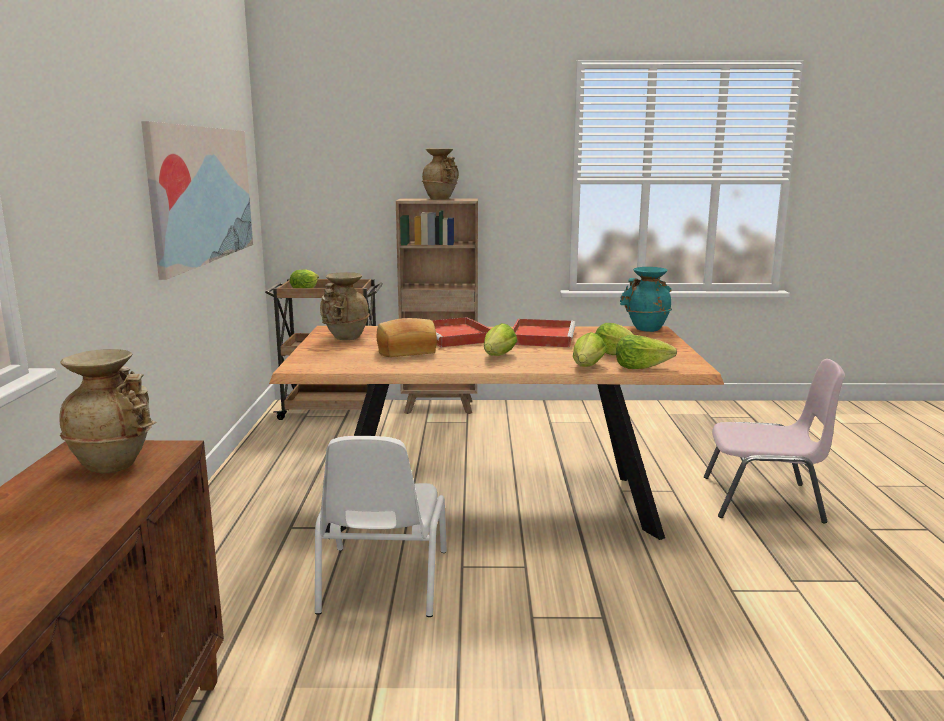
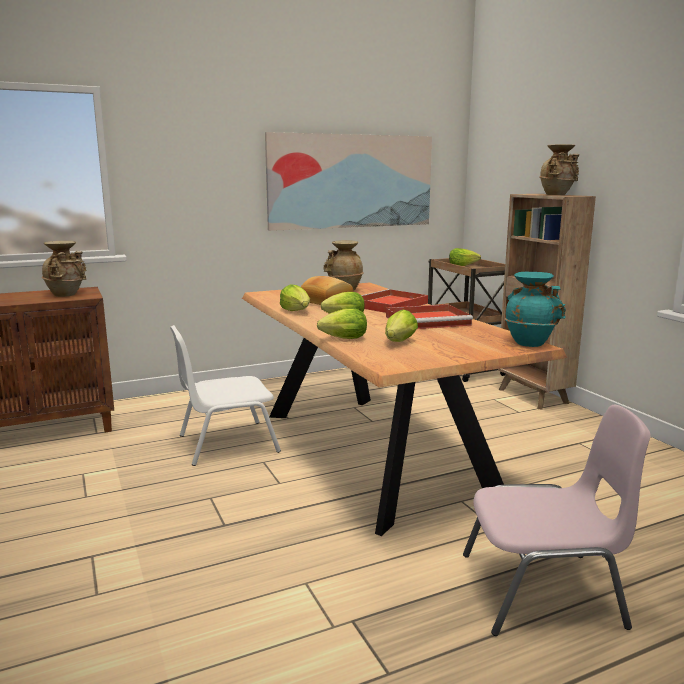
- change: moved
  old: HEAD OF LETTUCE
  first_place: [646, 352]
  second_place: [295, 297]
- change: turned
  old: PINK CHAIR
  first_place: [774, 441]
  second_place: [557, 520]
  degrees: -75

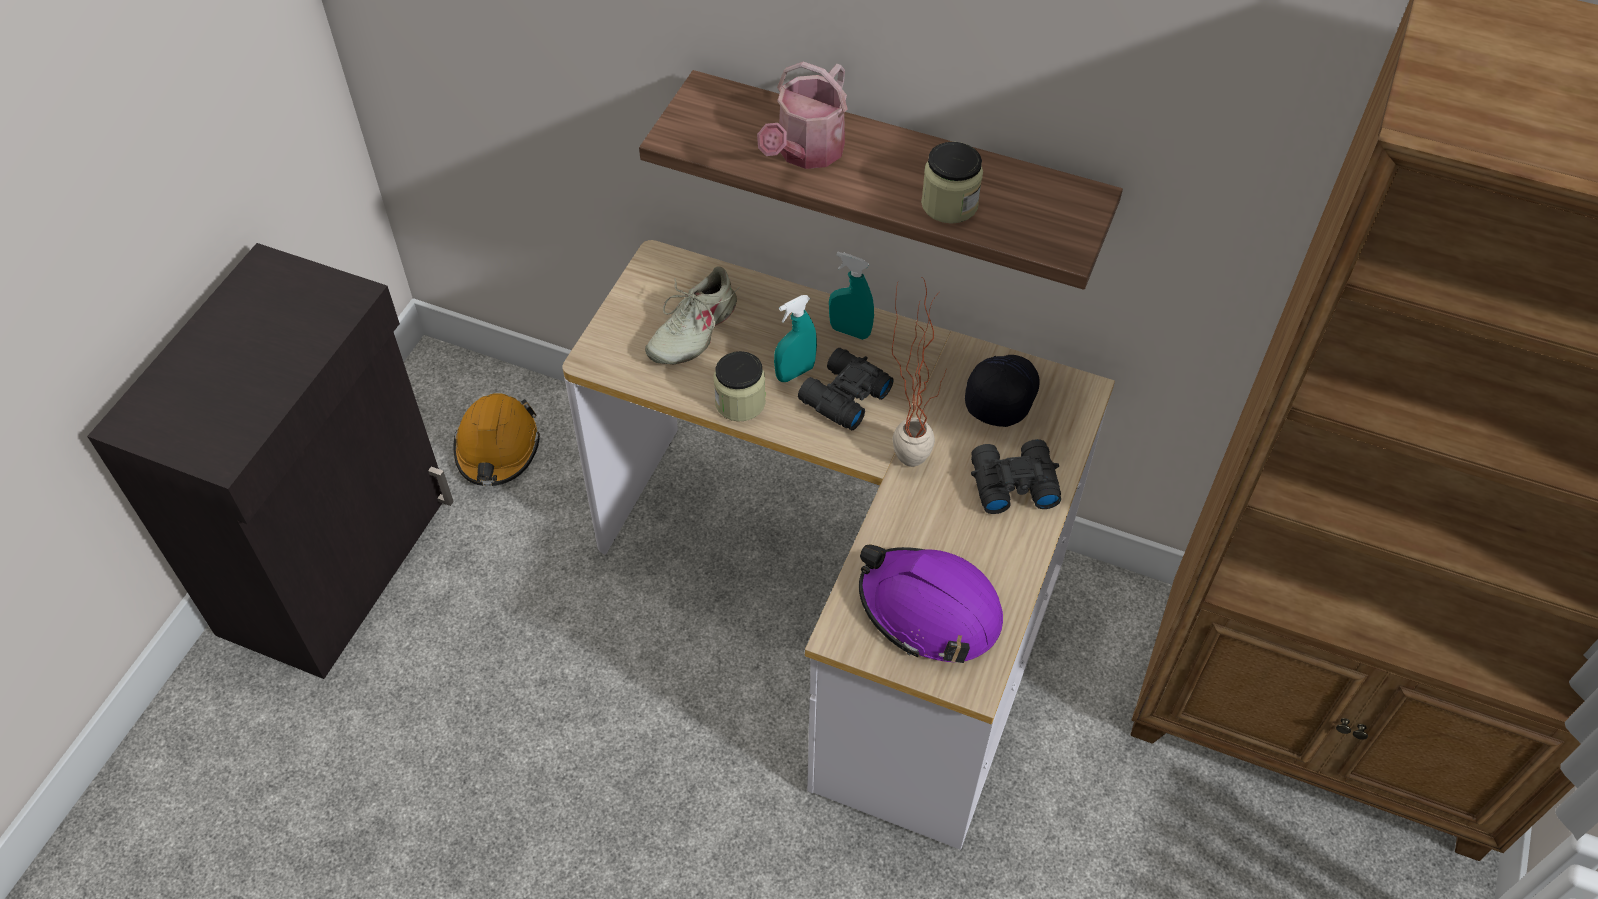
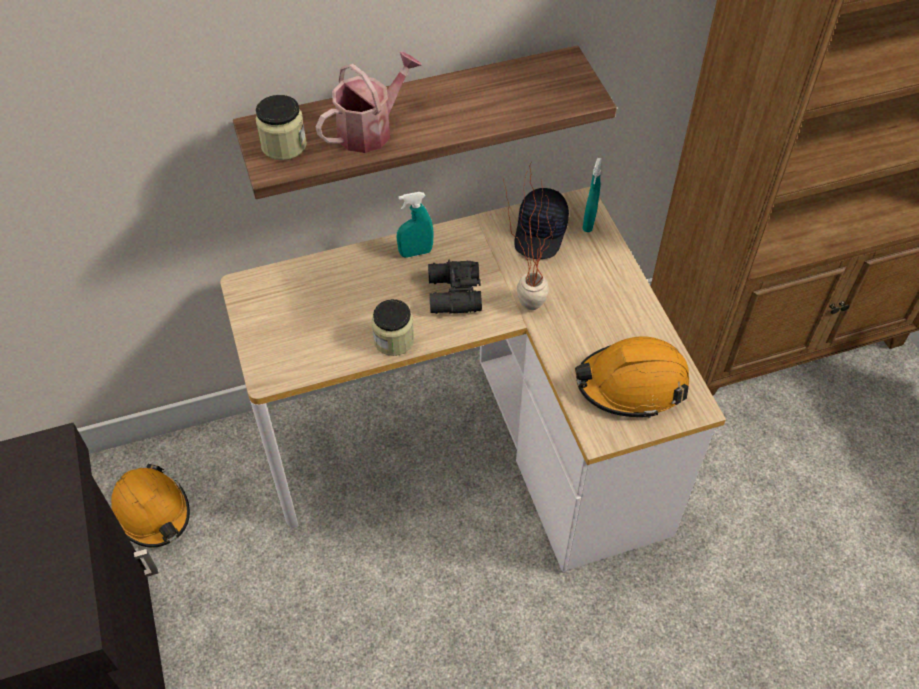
- change: removed
  old: SAND-COLOURED SHOE
  first_place: [692, 315]
- change: removed
  old: BLACK BINOCULARS
  first_place: [1016, 476]
- change: moved
  old: TURQUOISE SPRAYER
  first_place: [795, 338]
  second_place: [592, 195]
- change: moved
  old: PRESERVE JAR
  first_place: [952, 183]
  second_place: [281, 127]
- change: recoloured
  old: PURPLISH WORK HELMET
  new: ORANGEY WORK HELMET
  first_place: [931, 603]
  second_place: [632, 377]
- change: turned
  old: WATERING CAN
  first_place: [802, 115]
  second_place: [369, 102]
  degrees: -120
- change: turned
  old: BLACK BASEBALL CAP
  first_place: [1002, 391]
  second_place: [542, 223]
  degrees: -150

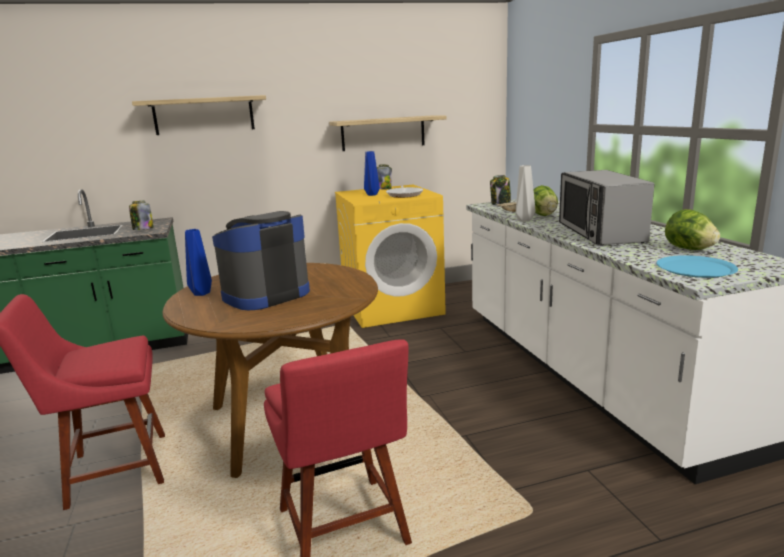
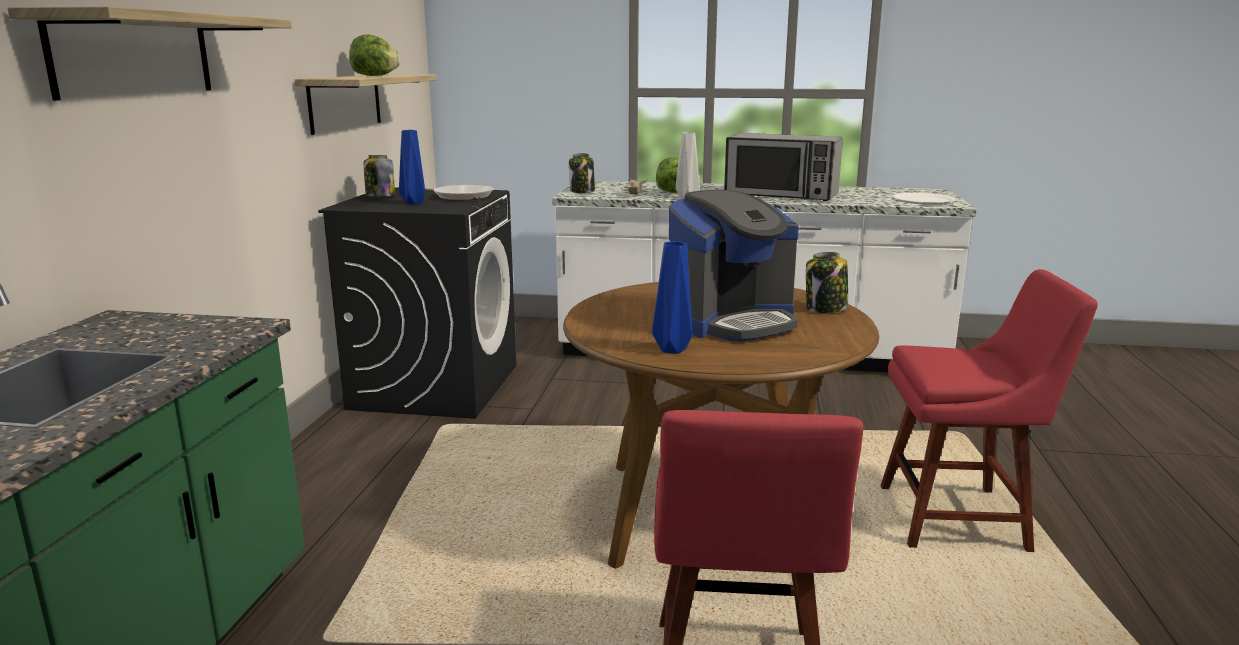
- change: moved
  old: PRESERVE JAR
  first_place: [141, 215]
  second_place: [827, 282]
- change: moved
  old: HEAD OF LETTUCE
  first_place: [692, 229]
  second_place: [375, 55]
- change: recoloured
  old: YELLOWISH LAUNDRY APPLIANCE
  new: BLACK LAUNDRY APPLIANCE
  first_place: [390, 256]
  second_place: [417, 303]
- change: recoloured
  old: BLUE-COLOURED PLATE
  new: WHITE PLATE
  first_place: [697, 266]
  second_place: [924, 199]
- change: turned
  old: COFFEE MACHINE
  first_place: [261, 260]
  second_place: [734, 266]
  degrees: -105

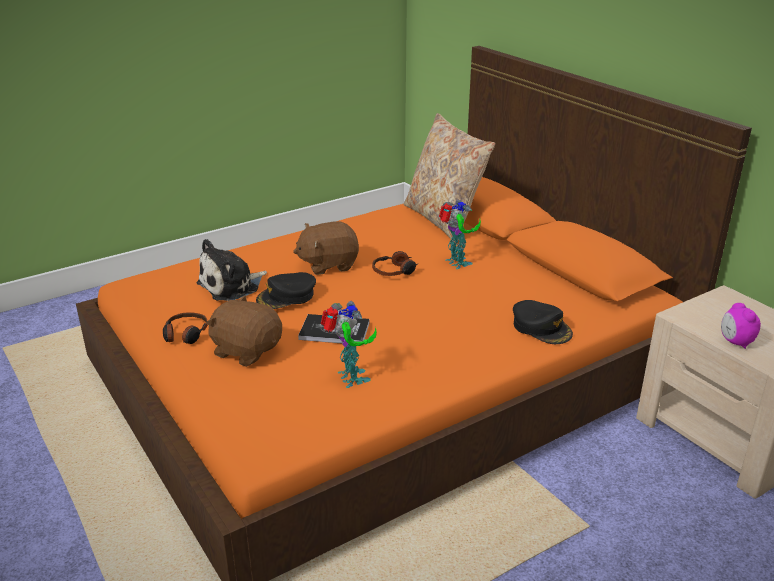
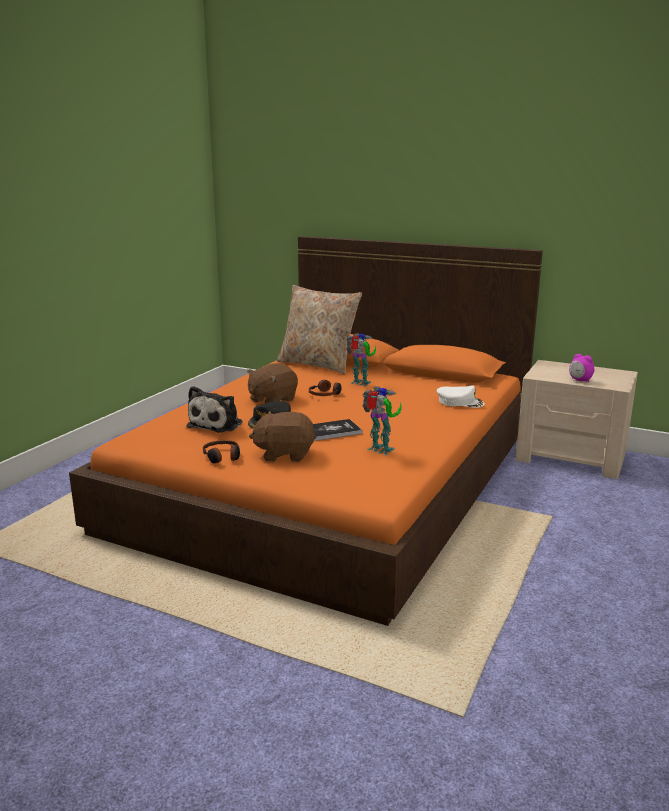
- change: recoloured
  old: BLACK BASEBALL CAP
  new: WHITE BASEBALL CAP
  first_place: [543, 322]
  second_place: [461, 396]

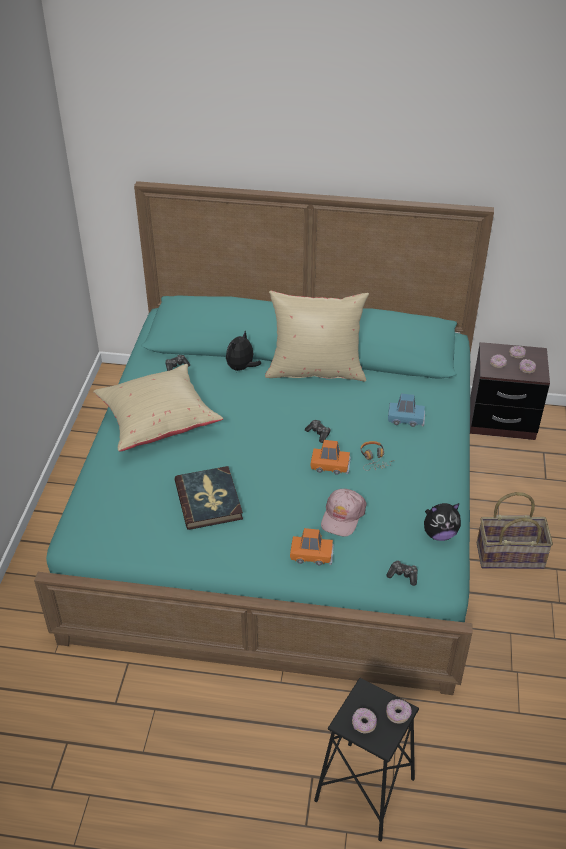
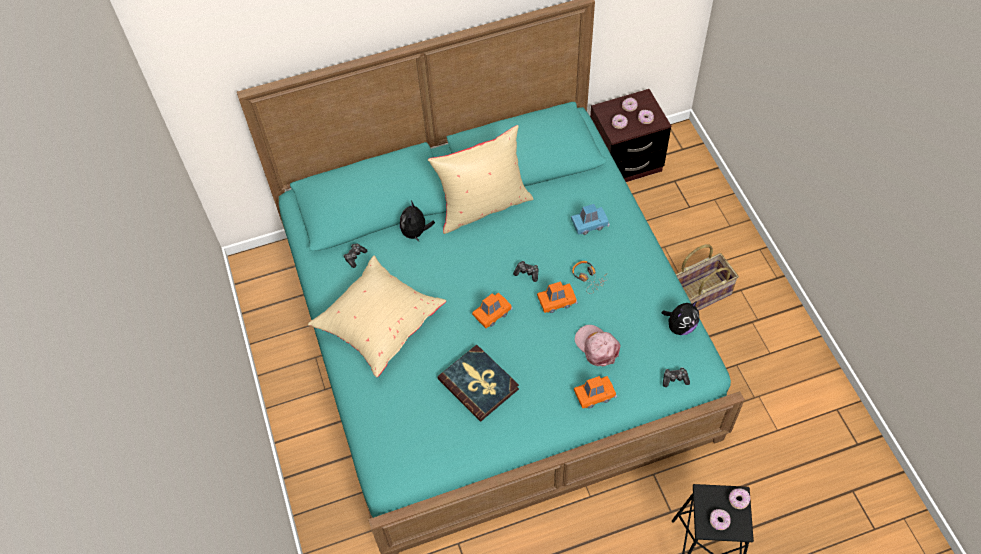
- change: added
  new: ORANGEY TOY CAR
  second_place: [492, 310]
- change: turned
  old: PINK BASEBALL CAP
  first_place: [344, 512]
  second_place: [597, 345]
  degrees: 150

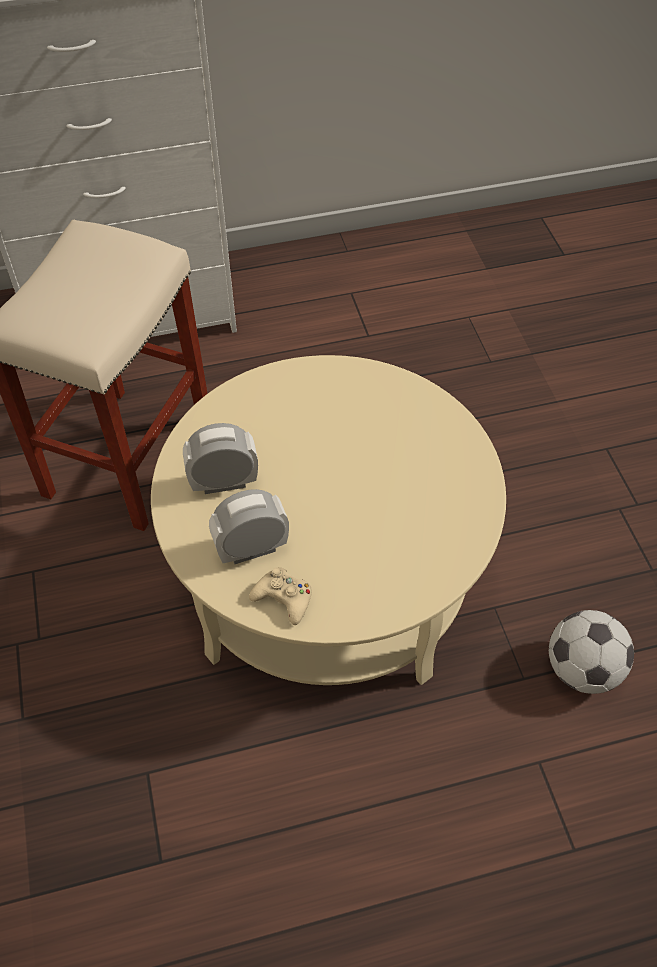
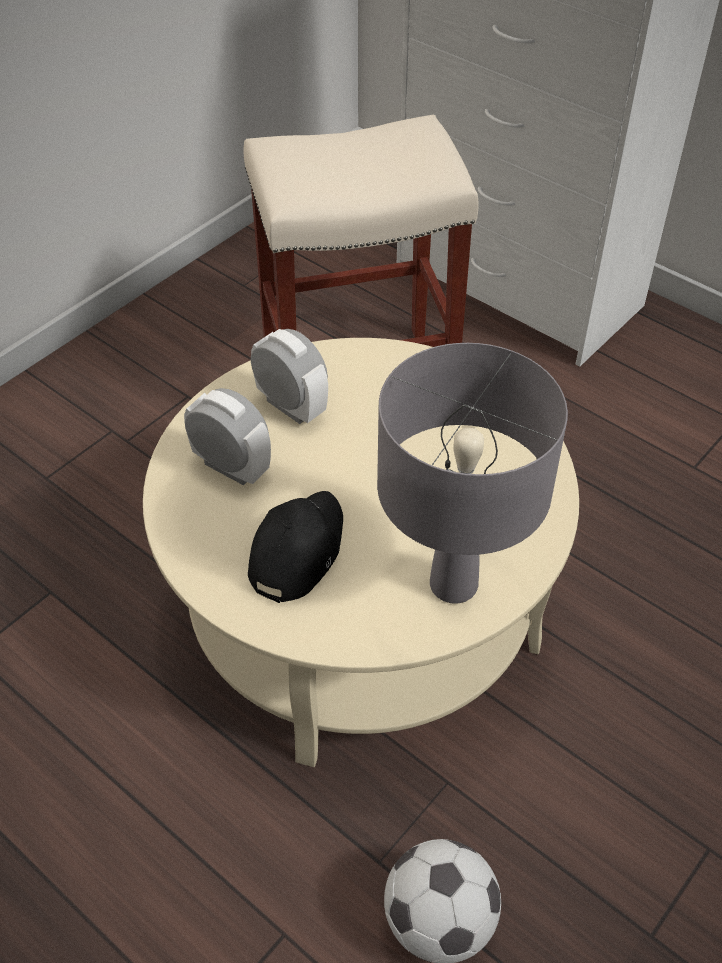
- change: removed
  old: SAND-COLOURED GAME CONTROLLER
  first_place: [280, 596]
- change: added
  new: BLACK BASEBALL CAP
  second_place: [295, 547]
- change: added
  new: GRAY TABLETOP LAMP
  second_place: [472, 473]

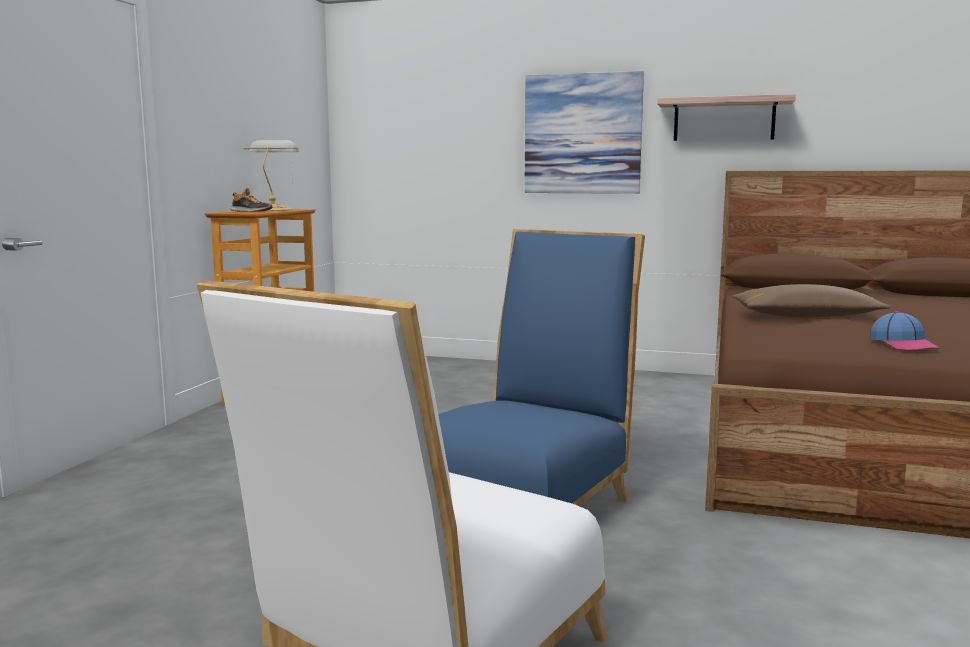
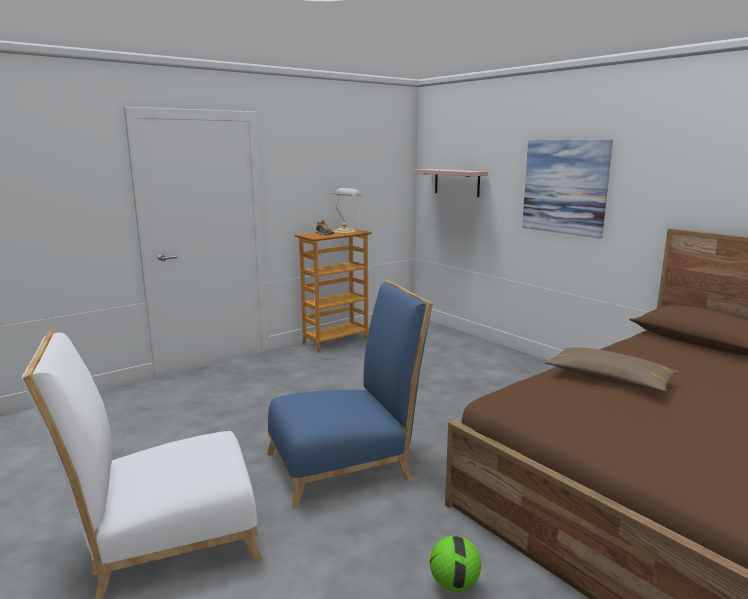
- change: removed
  old: BASEBALL CAP
  first_place: [905, 330]
- change: added
  new: BALL FOR FOOTBALL
  second_place: [455, 564]
- change: moved
  old: WALL SHELF
  first_place: [726, 117]
  second_place: [451, 183]

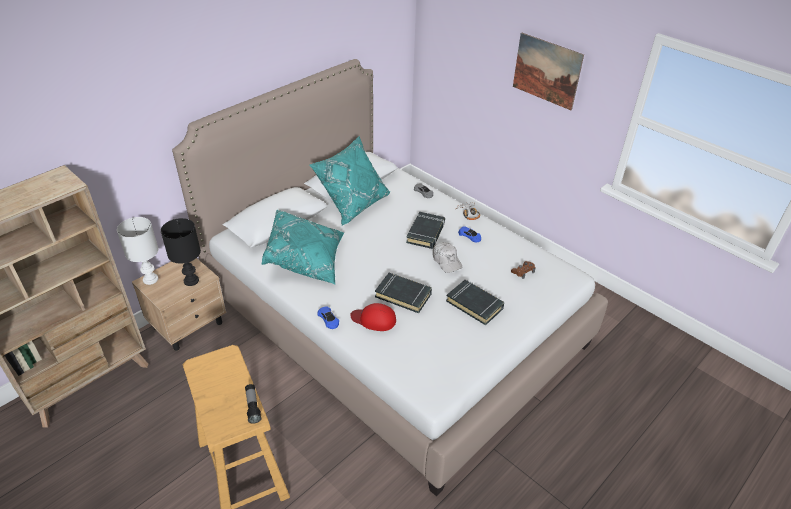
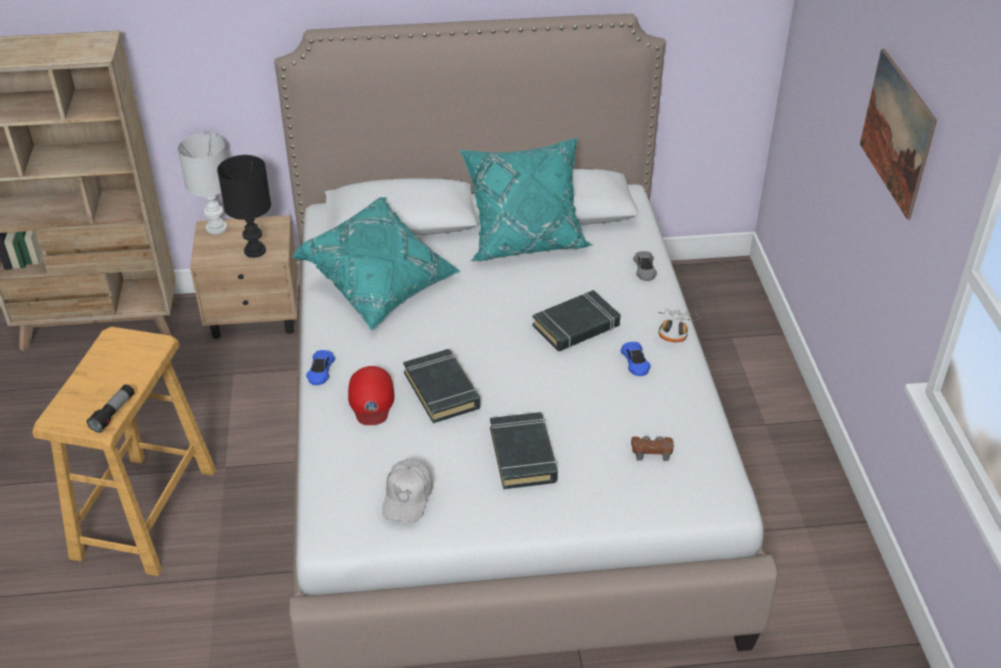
- change: moved
  old: WHITE BASEBALL CAP
  first_place: [447, 257]
  second_place: [407, 490]
- change: turned
  old: RED BASEBALL CAP
  first_place: [373, 317]
  second_place: [371, 395]
  degrees: -150

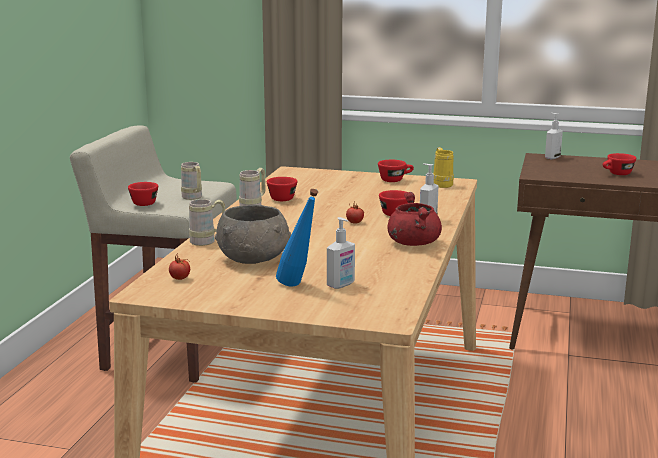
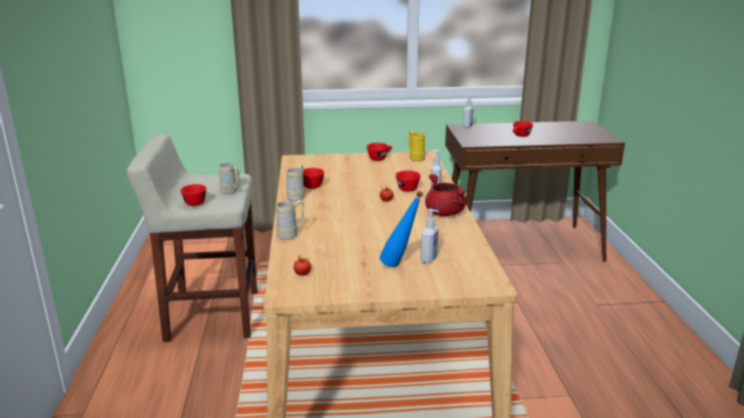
- change: removed
  old: GRAY BOWL
  first_place: [253, 234]

